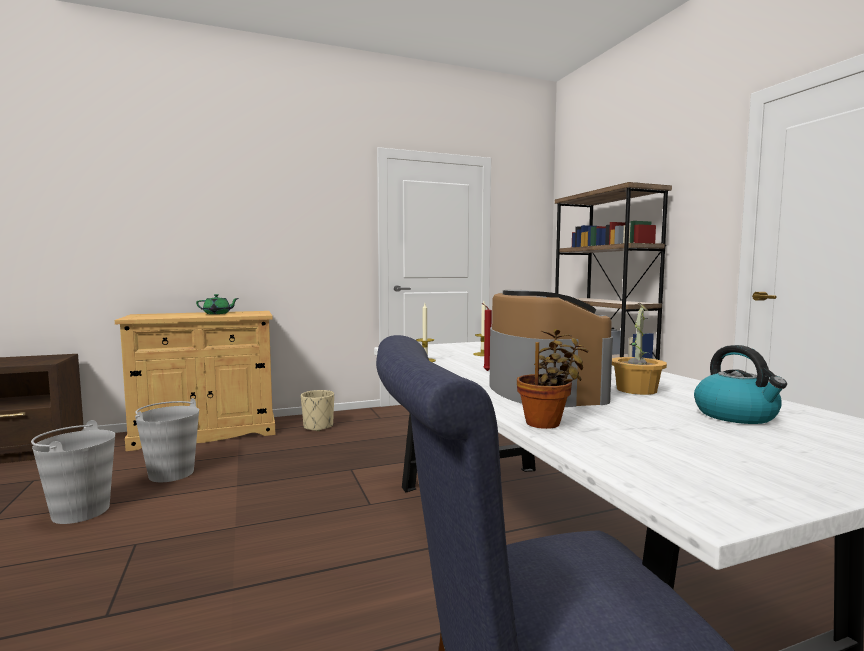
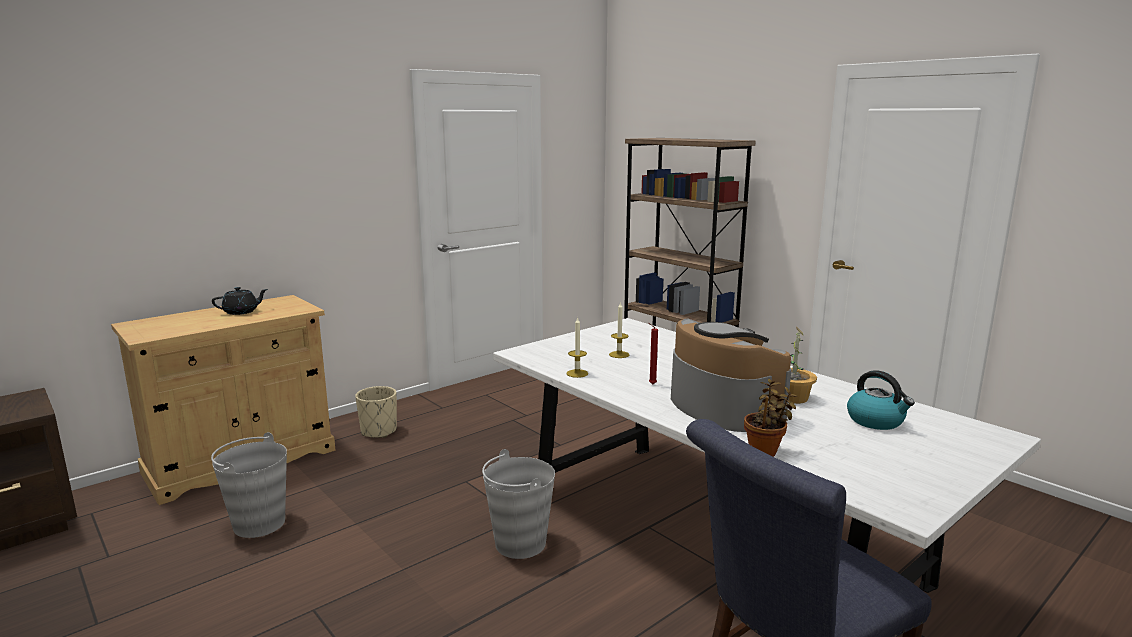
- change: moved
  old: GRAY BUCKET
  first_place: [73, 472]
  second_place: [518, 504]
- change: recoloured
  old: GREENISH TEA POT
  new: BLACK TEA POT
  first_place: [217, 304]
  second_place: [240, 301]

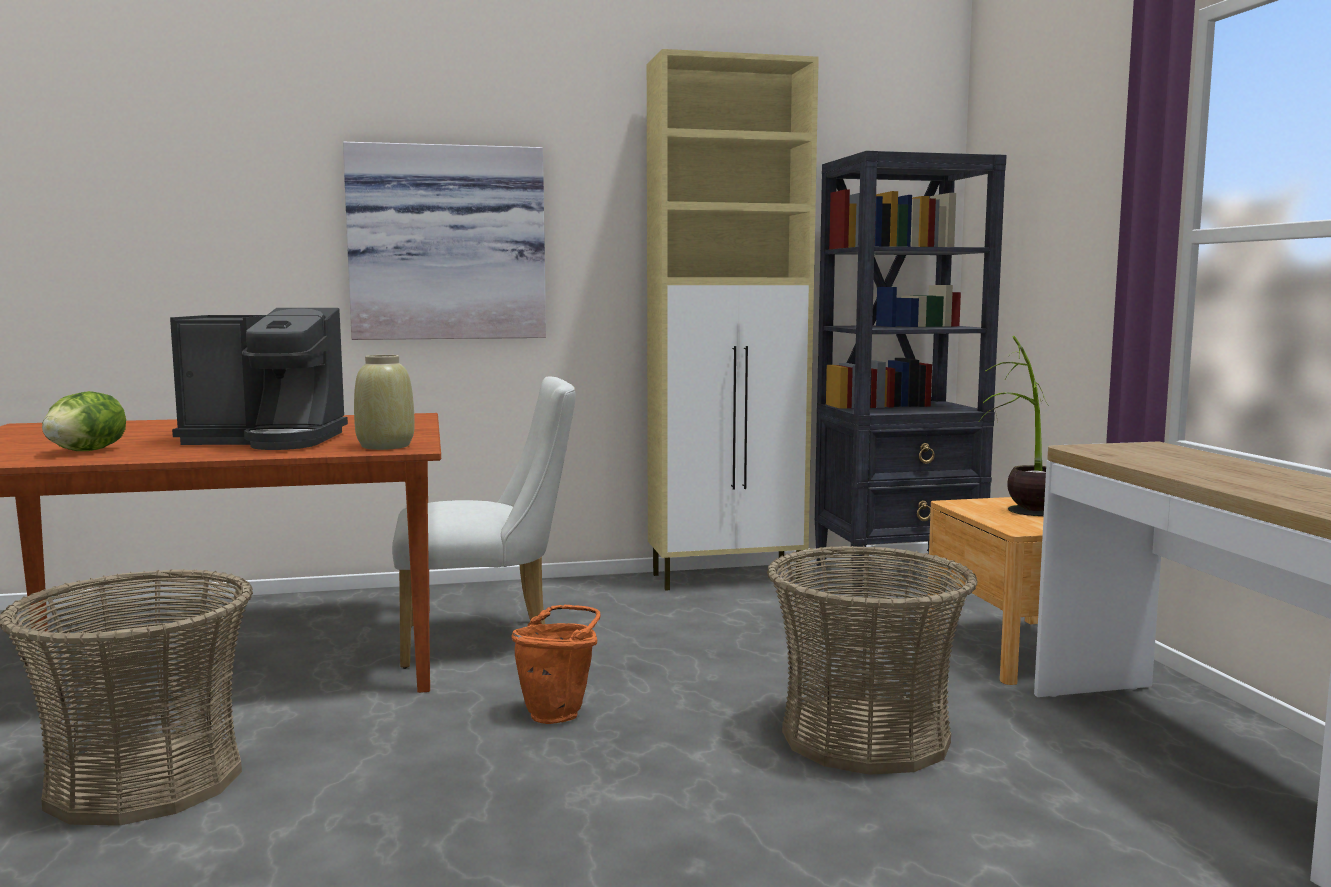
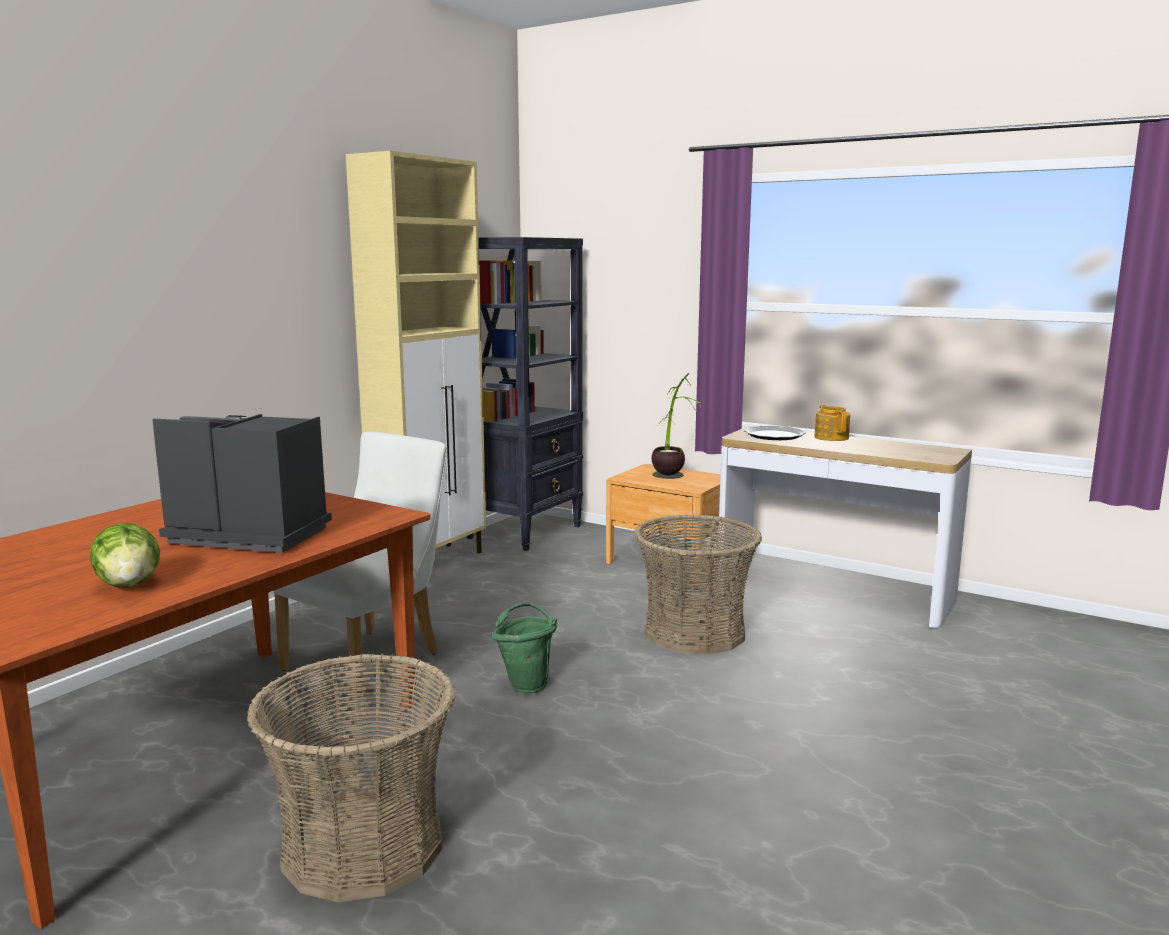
- change: removed
  old: PICTURE
  first_place: [444, 241]
- change: removed
  old: SAND-COLOURED FLOWER VASE
  first_place: [384, 402]
- change: added
  new: PLATE
  second_place: [775, 433]
- change: added
  new: TEA POT
  second_place: [832, 423]
- change: recoloured
  old: ORANGEY BUCKET
  new: GREENISH BUCKET
  first_place: [556, 664]
  second_place: [524, 648]
- change: turned
  old: COFFEE MACHINE
  first_place: [259, 379]
  second_place: [242, 483]
  degrees: -120

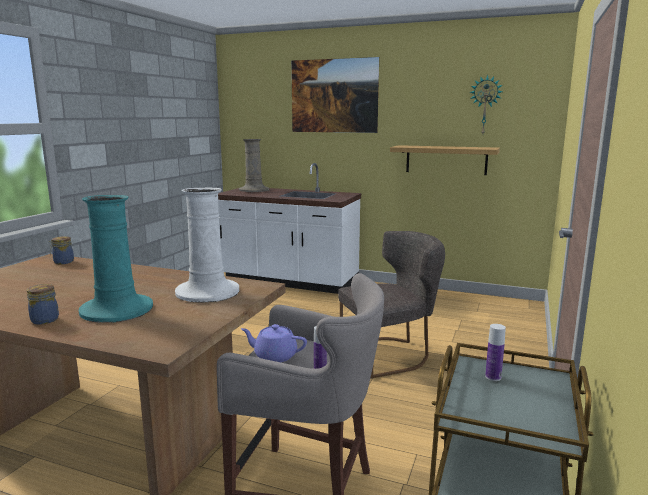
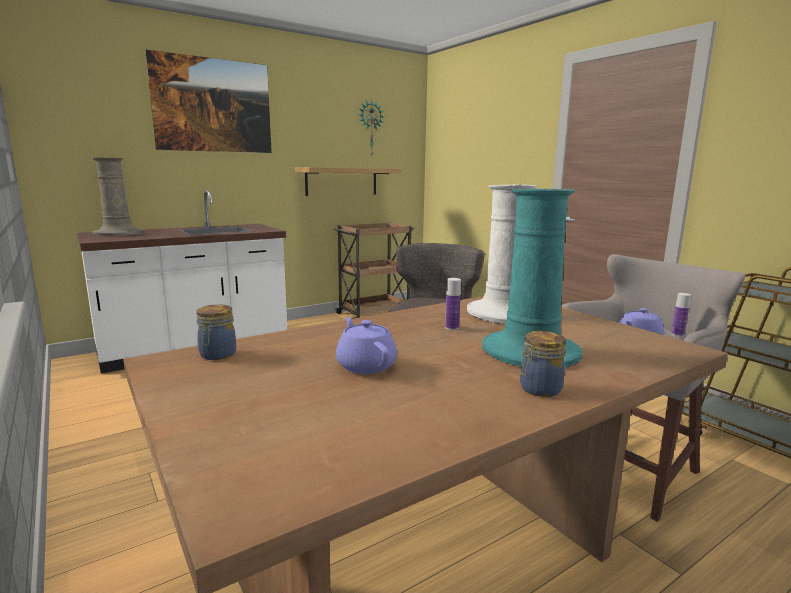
- change: added
  new: BROWN TROLLEY
  second_place: [374, 270]
- change: added
  new: PURPLISH TEA POT
  second_place: [366, 345]
- change: moved
  old: BOTTLE
  first_place: [495, 352]
  second_place: [453, 304]

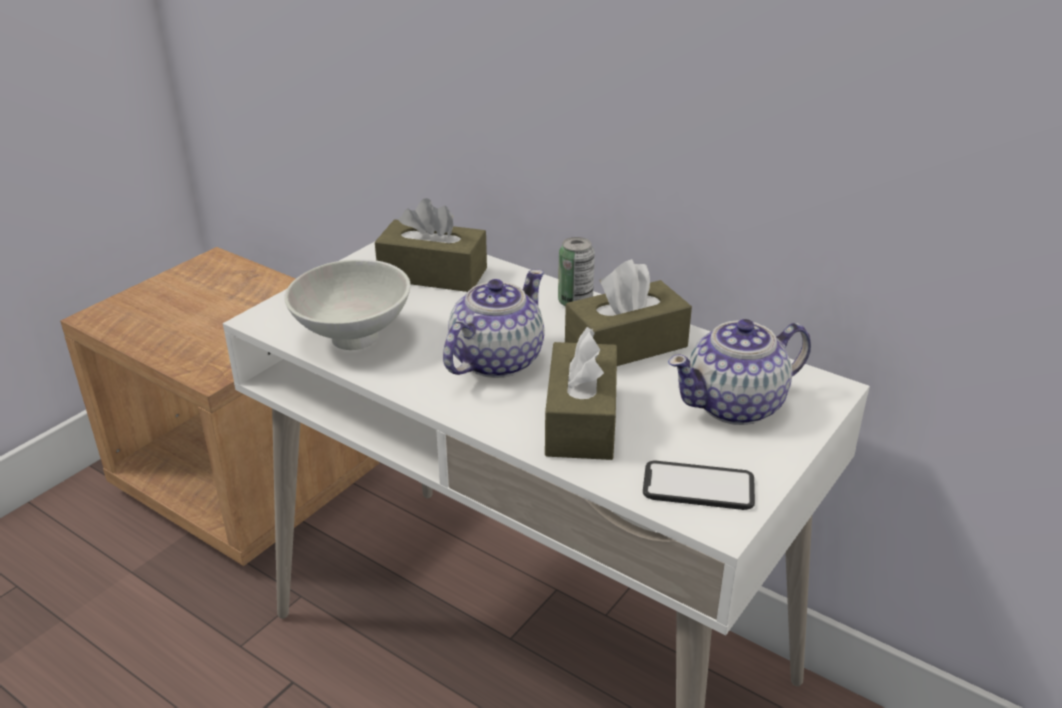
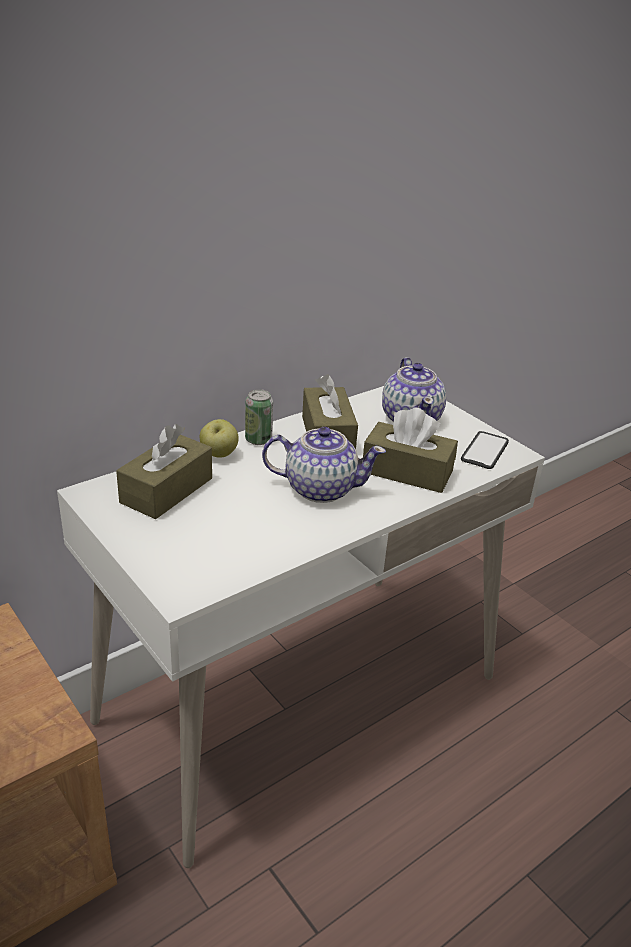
- change: removed
  old: WHITE BOWL
  first_place: [347, 304]
- change: added
  new: APPLE
  second_place: [219, 438]
- change: turned
  old: TEA POT
  first_place: [493, 323]
  second_place: [324, 465]
  degrees: 135

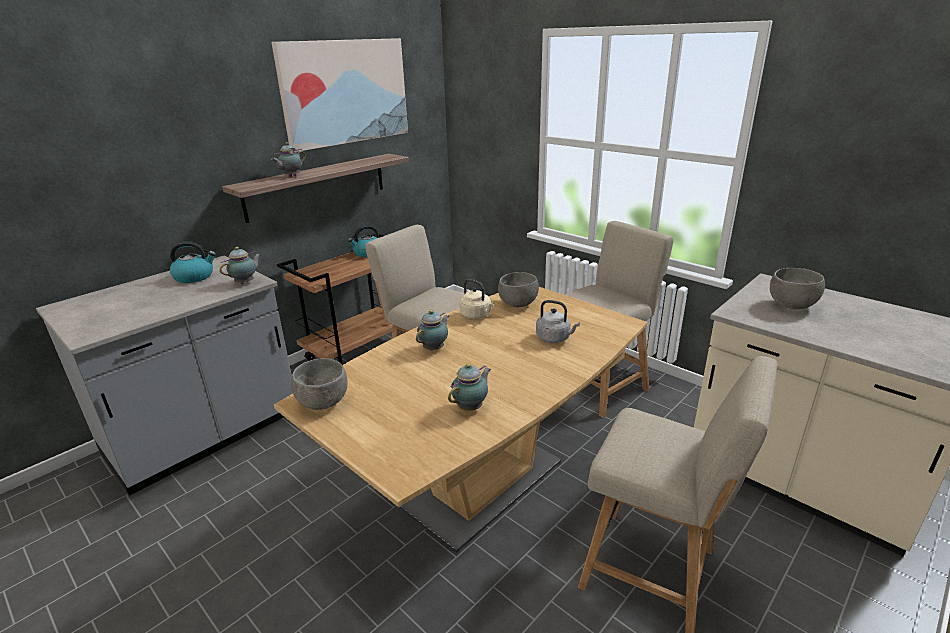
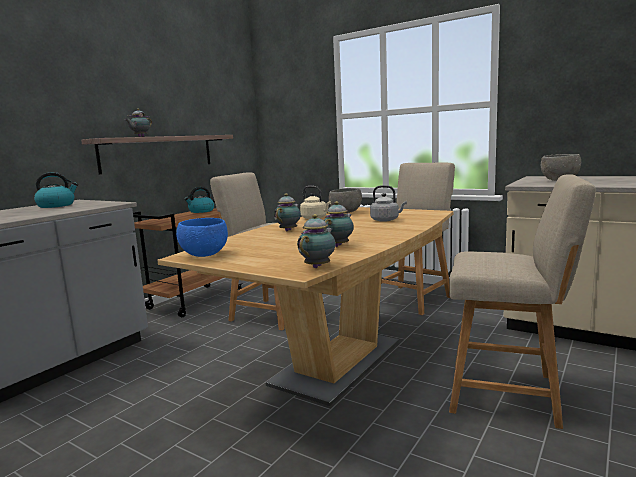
- change: removed
  old: PICTURE
  first_place: [339, 95]
- change: moved
  old: TEA POT
  first_place: [240, 265]
  second_place: [316, 241]
- change: recoloured
  old: GRAY BOWL
  new: BLUE-COLOURED BOWL
  first_place: [319, 384]
  second_place: [202, 237]

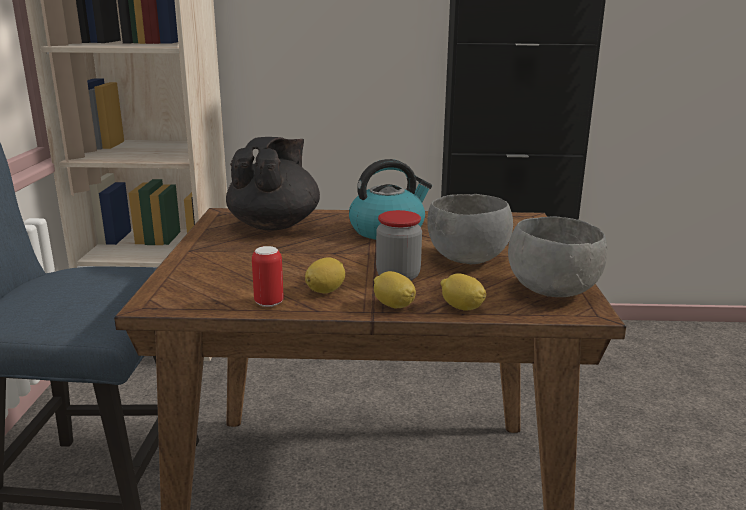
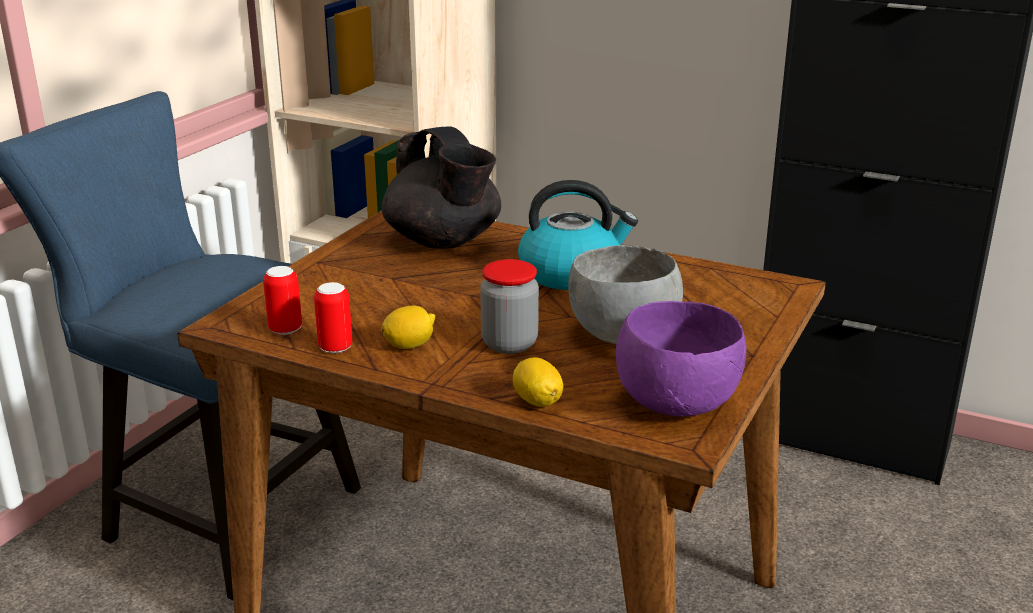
- change: removed
  old: CITRUS FRUIT
  first_place: [395, 289]
- change: added
  new: SEALED CAN
  second_place: [282, 300]
- change: recoloured
  old: GRAY BOWL
  new: PURPLISH BOWL
  first_place: [557, 257]
  second_place: [681, 358]
- change: turned
  old: BLACK TEA POT
  first_place: [273, 184]
  second_place: [441, 187]
  degrees: 105

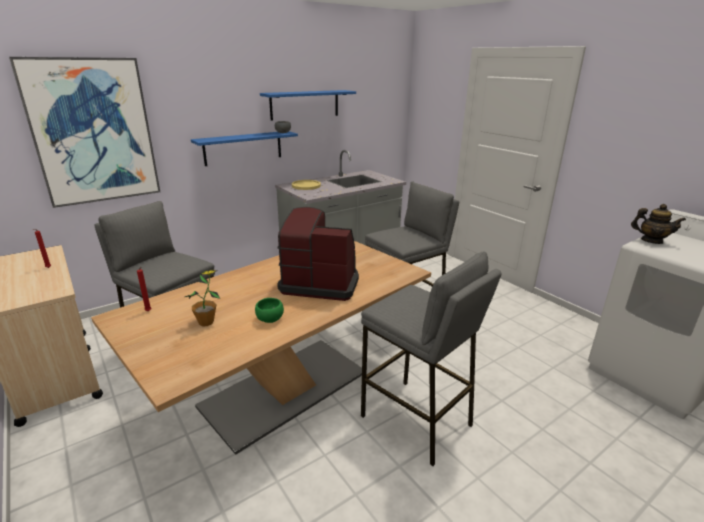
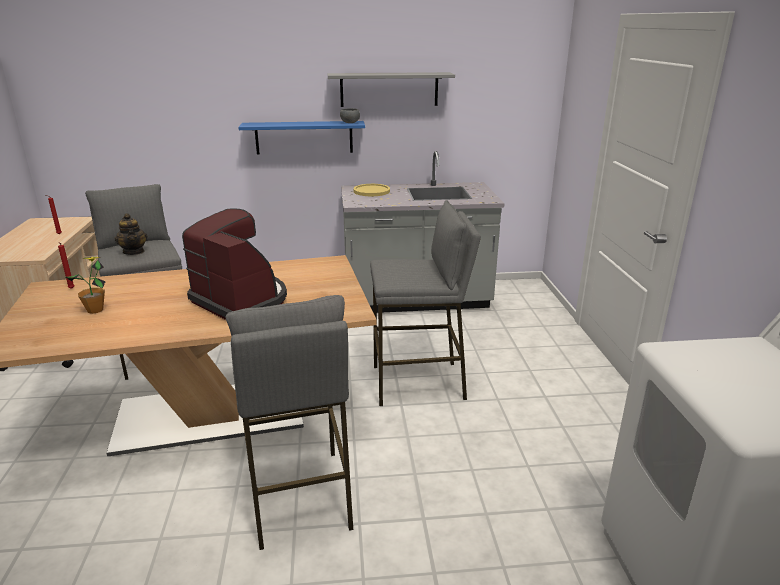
- change: removed
  old: PICTURE
  first_place: [84, 132]
- change: removed
  old: GREENISH BOWL
  first_place: [269, 310]
- change: moved
  old: TEA POT
  first_place: [658, 224]
  second_place: [131, 234]
- change: recoloured
  old: BLUE-COLOURED WALL SHELF
  new: GRAY WALL SHELF
  first_place: [308, 105]
  second_place: [391, 89]

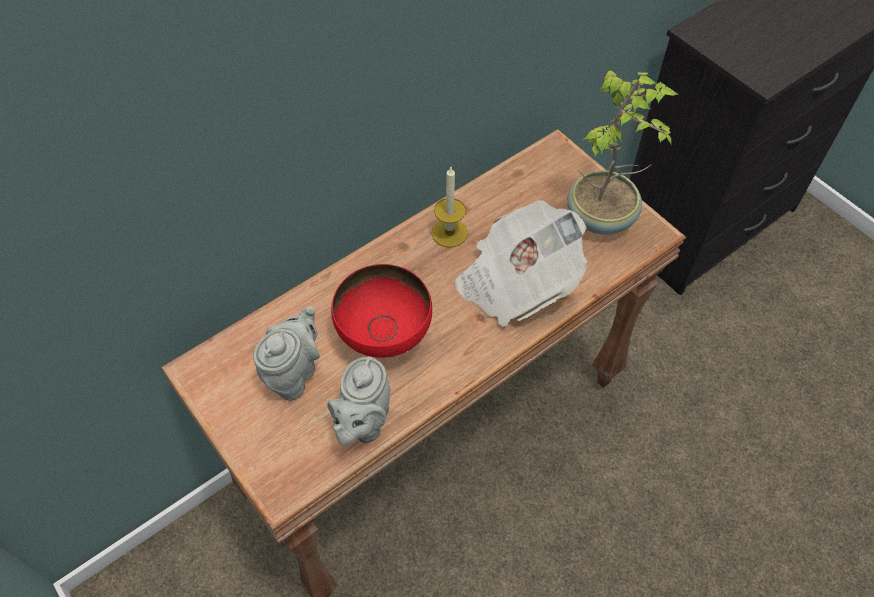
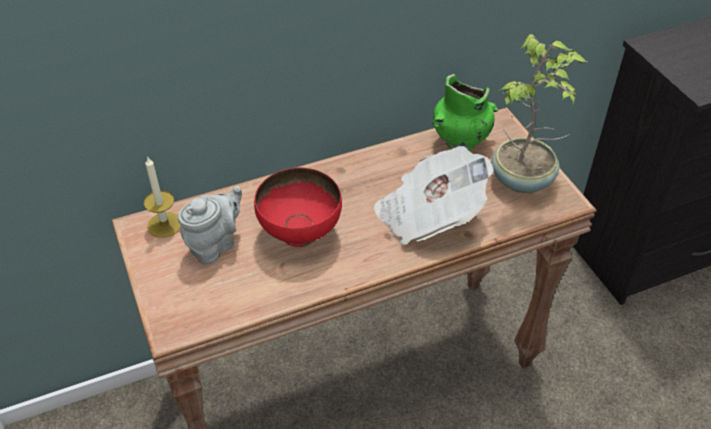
- change: removed
  old: GRAY TEA POT
  first_place: [358, 401]
- change: added
  new: GREENISH FLOWER VASE
  second_place: [465, 112]
- change: moved
  old: WAX CANDLE
  first_place: [449, 207]
  second_place: [162, 197]

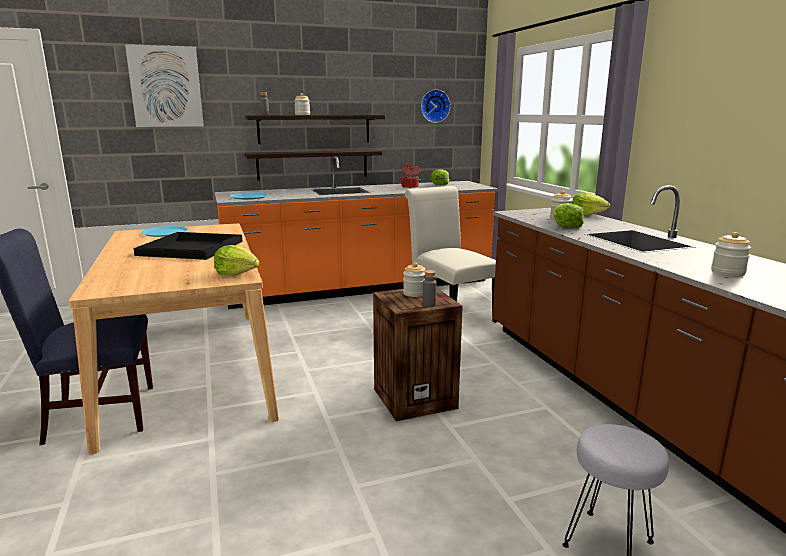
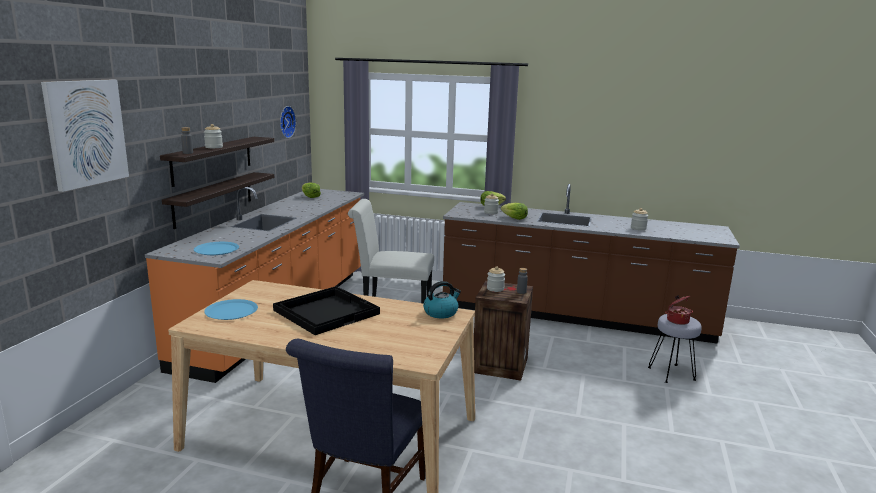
- change: moved
  old: STOCKPOT
  first_place: [410, 176]
  second_place: [679, 310]
- change: replaced
  old: HEAD OF LETTUCE
  new: WATER KETTLE
  first_place: [237, 260]
  second_place: [442, 299]

